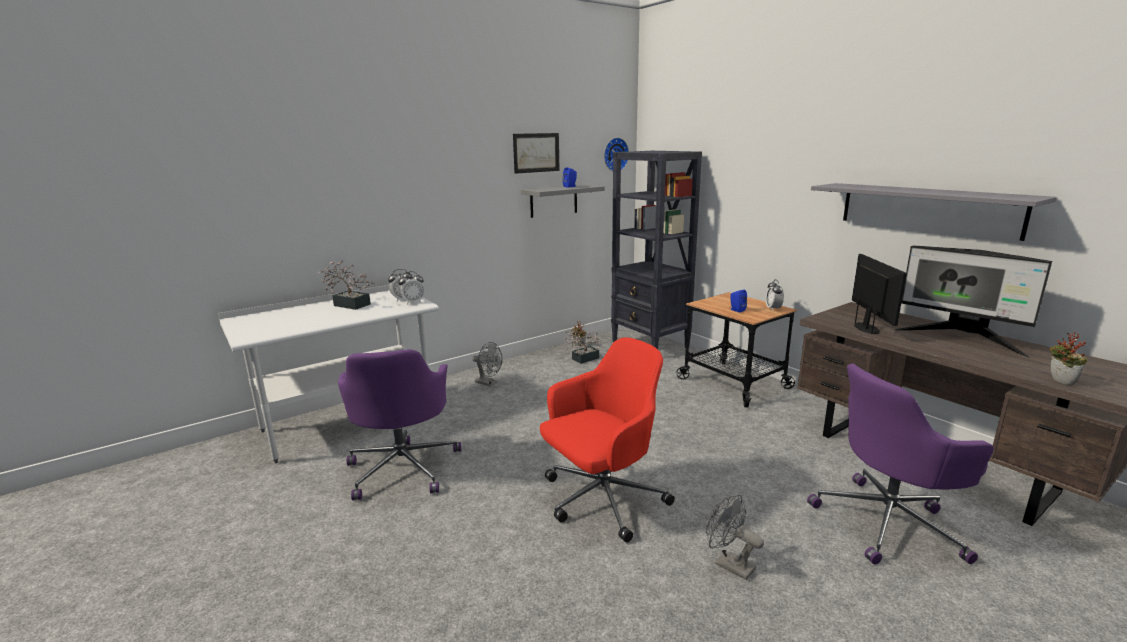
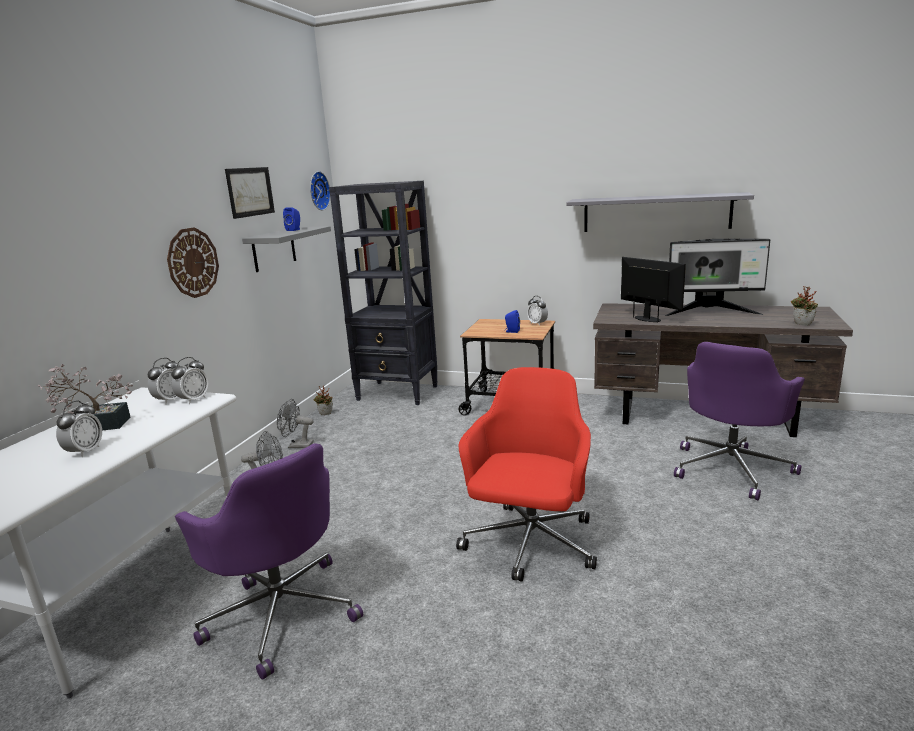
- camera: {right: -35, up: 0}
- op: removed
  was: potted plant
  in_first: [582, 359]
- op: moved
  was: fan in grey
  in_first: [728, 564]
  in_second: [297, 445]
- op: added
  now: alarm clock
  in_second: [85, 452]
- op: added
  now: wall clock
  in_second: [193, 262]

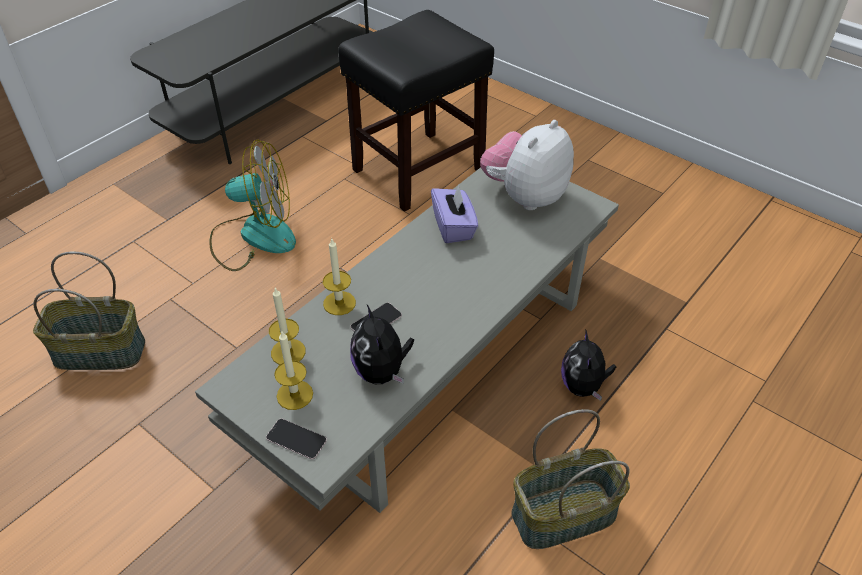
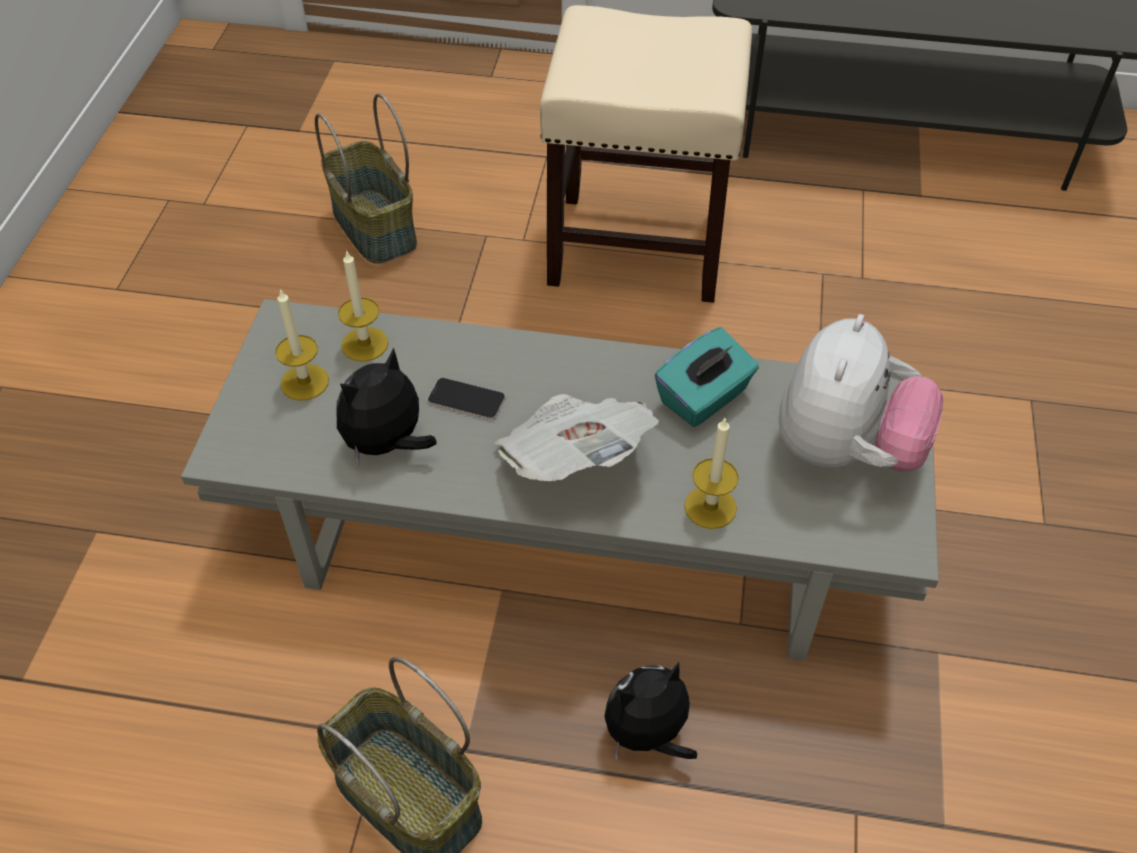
- camera: {right: 60, up: 5}
- op: replaced
  was: fan
  now: stool in beige
  in_first: [254, 236]
  in_second: [640, 247]
- op: removed
  was: phone
  in_first: [296, 439]
- op: moved
  was: candle
  in_first: [339, 303]
  in_second: [710, 507]
- op: removed
  was: stool in black
  in_first: [417, 171]
- op: recoloured
  was: tissue box in purple
  now: tissue box in turquoise
  in_first: [454, 227]
  in_second: [704, 398]
- op: turned
  was: plush toy
  in_first: [525, 196]
  in_second: [844, 450]
  clockwise: 105
- op: added
  now: newspaper
  in_second: [573, 458]

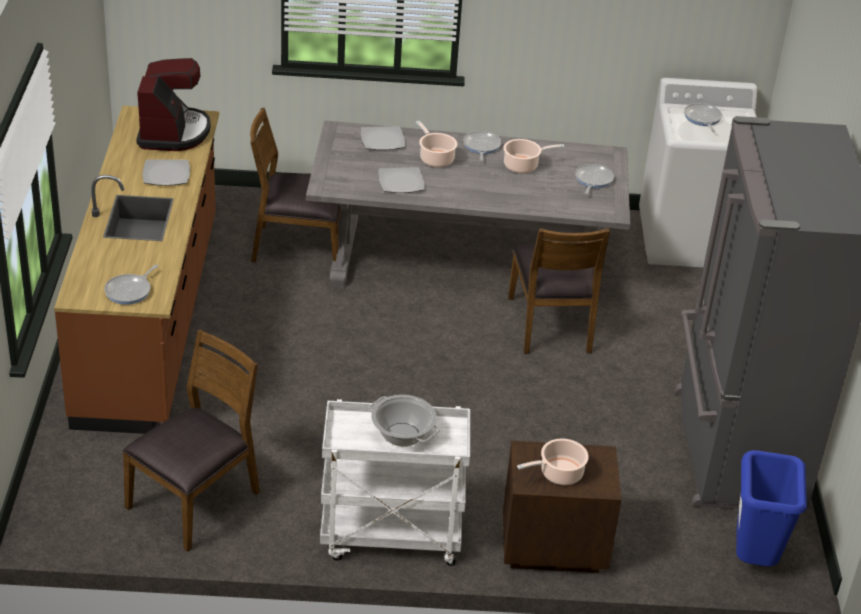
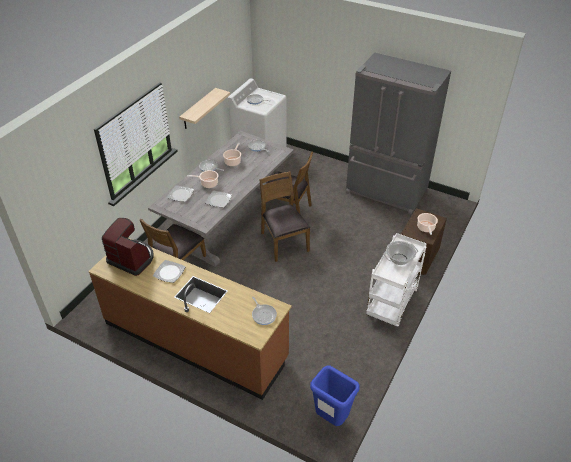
- camera: {right: -60, up: 5}
- op: moved
  was: chair in brown
  in_first: [195, 500]
  in_second: [283, 242]
- op: moved
  was: trash can in blue
  in_first: [753, 559]
  in_second: [331, 418]
- op: added
  now: shelf
  in_second: [198, 109]

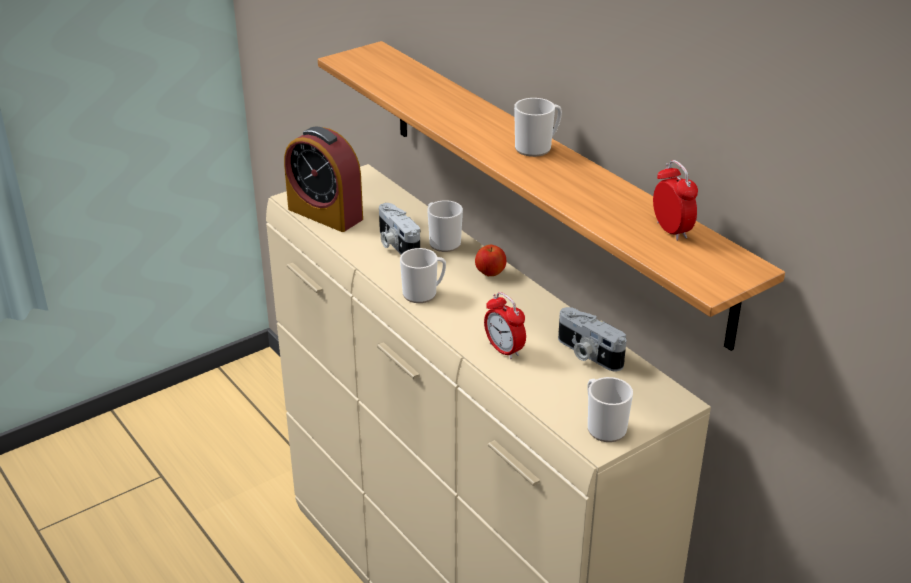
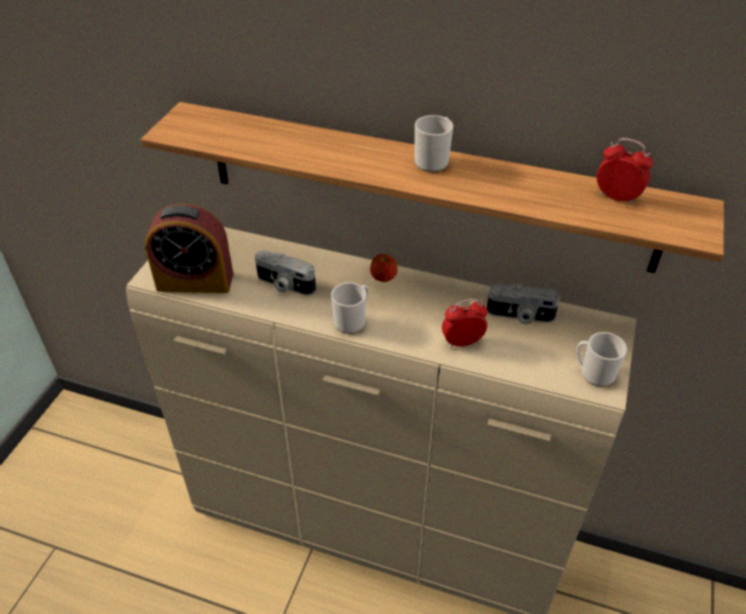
- camera: {right: -35, up: 10}
- op: removed
  was: mug
  in_first: [442, 242]
- op: turned
  was: alarm clock
  in_first: [504, 350]
  in_second: [462, 342]
  clockwise: 150

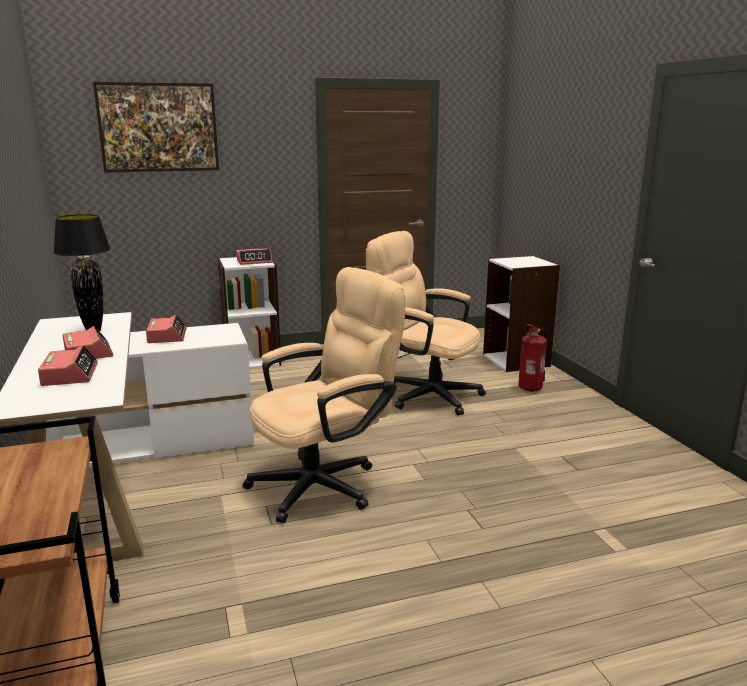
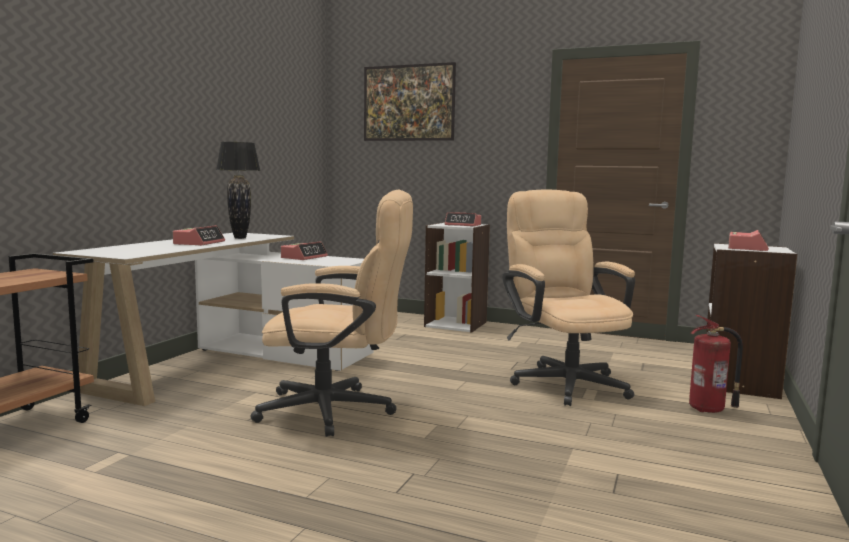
- camera: {right: 40, up: -10}
- op: moved
  was: alarm clock
  in_first: [70, 375]
  in_second: [747, 248]

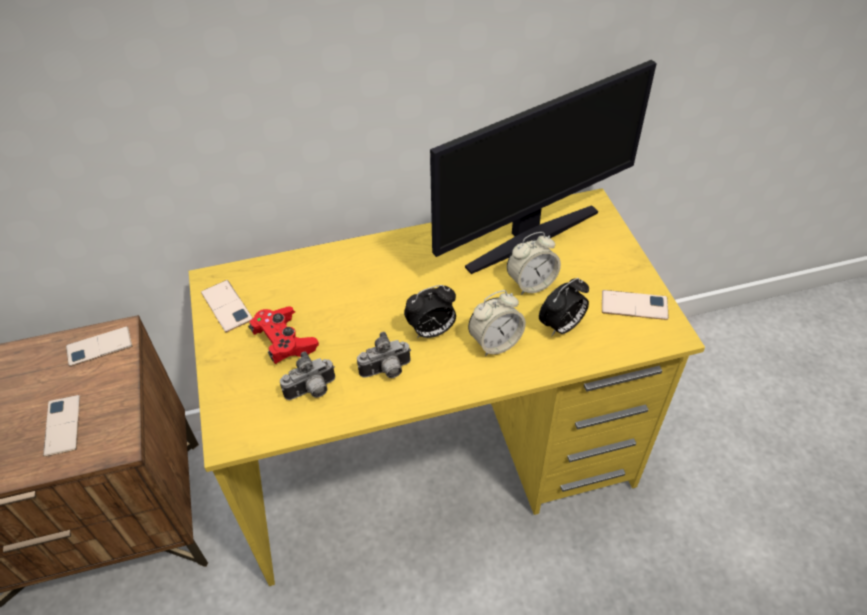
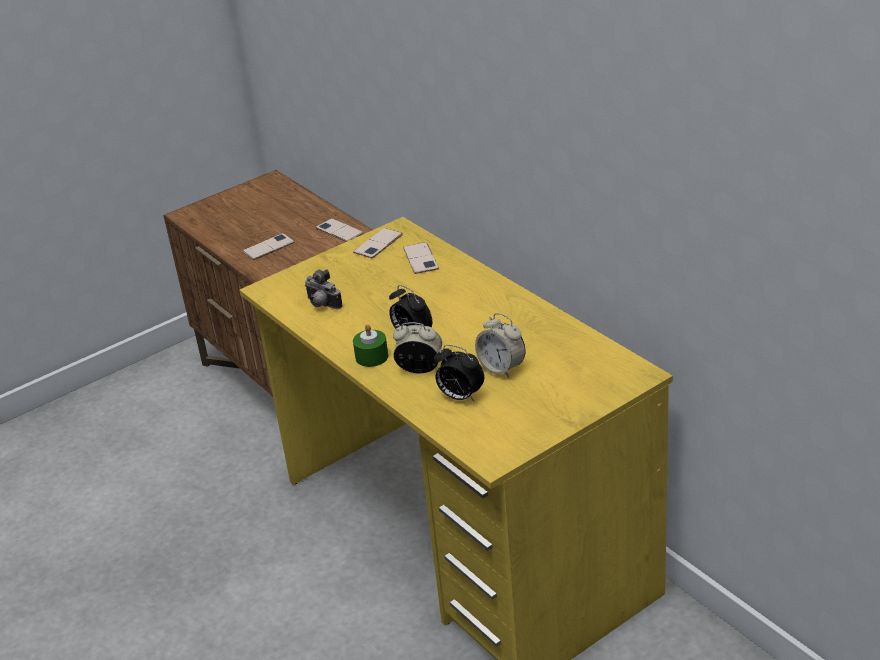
- camera: {right: 70, up: -15}
- op: removed
  was: game controller in red
  in_first: [285, 341]
- op: removed
  was: photo camera
  in_first: [386, 371]
- op: removed
  was: monitor
  in_first: [530, 236]
- op: turned
  was: alarm clock
  in_first: [495, 342]
  in_second: [420, 369]
  clockwise: 150
- op: moved
  was: phone
  in_first: [634, 305]
  in_second: [420, 258]
- op: added
  now: candle in green
  in_second: [371, 357]

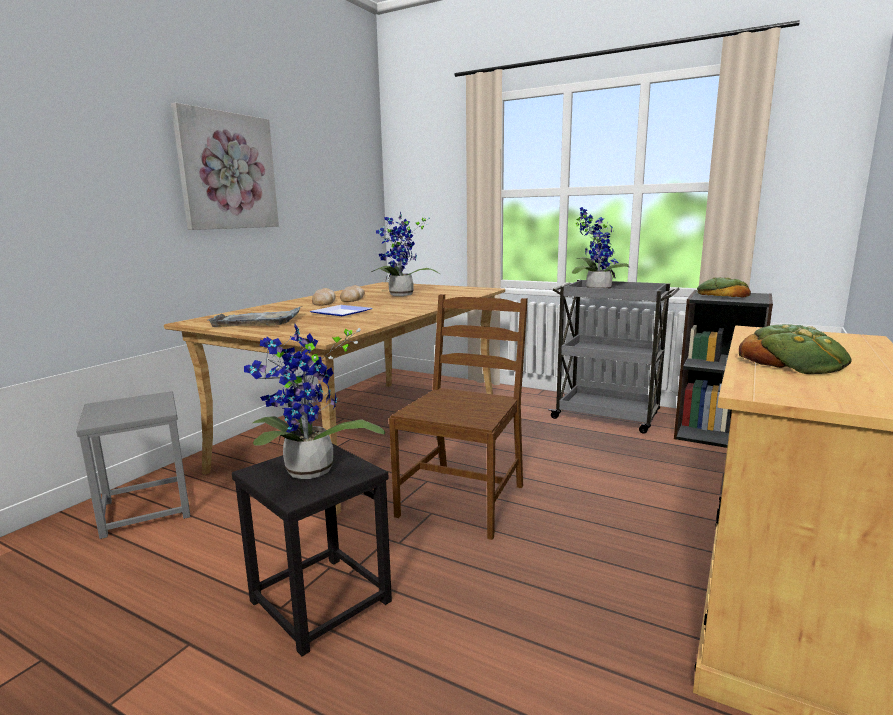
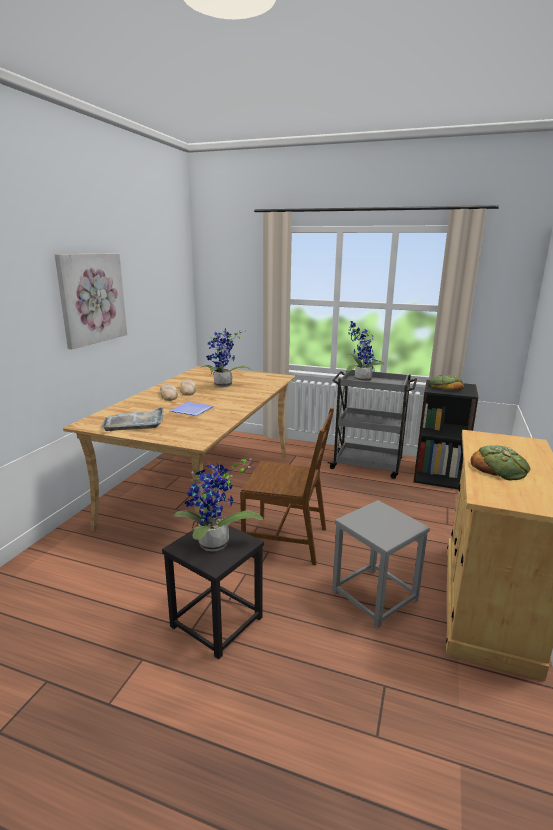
- camera: {right: -10, up: 5}
- op: moved
  was: stool in grey
  in_first: [145, 509]
  in_second: [374, 596]
- op: turned
  was: chair in brown
  in_first: [463, 500]
  in_second: [286, 540]
  clockwise: 90

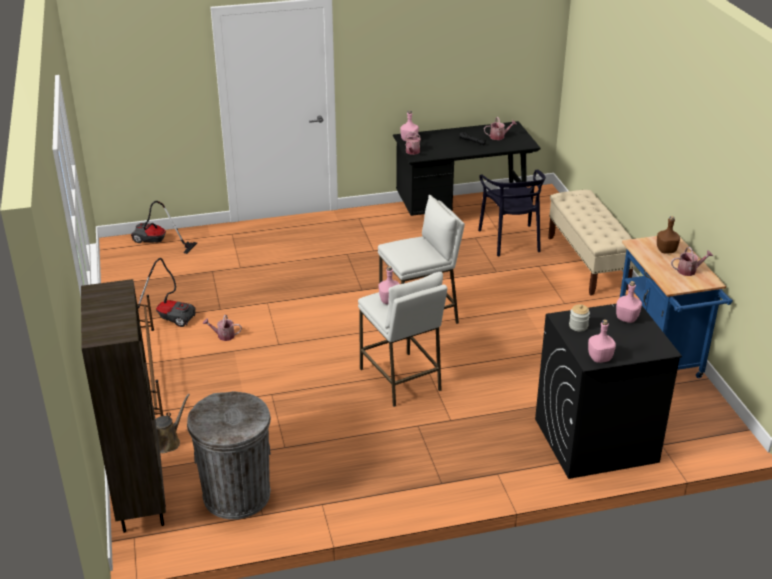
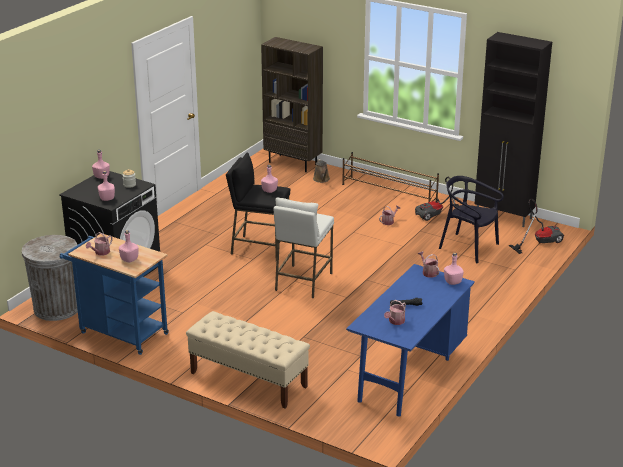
- camera: {right: 135, up: -5}
- op: moved
  was: trash can in grey
  in_first: [237, 495]
  in_second: [56, 308]
- op: recoloured
  was: stool in white
  now: stool in black
  in_first: [401, 379]
  in_second: [259, 248]
- op: recoloured
  was: desk in black
  now: desk in blue
  in_first: [462, 210]
  in_second: [409, 375]
- op: moved
  was: chair in black
  in_first: [511, 240]
  in_second: [468, 247]
- op: recoloured
  was: bottle in brown
  now: bottle in pink
  in_first: [665, 250]
  in_second: [129, 259]
- op: added
  now: cabinet in black
  in_second: [504, 217]

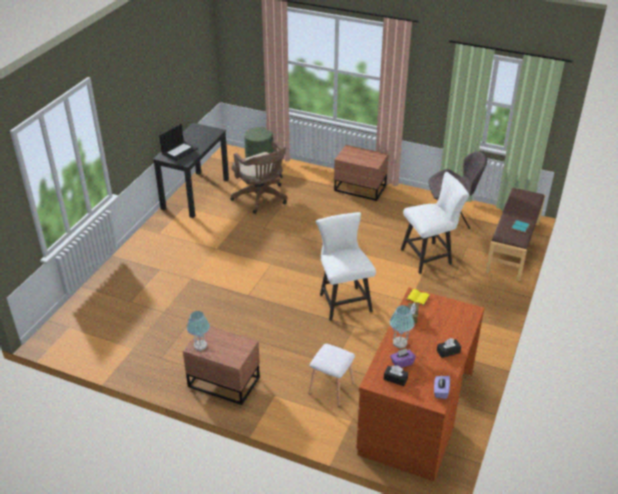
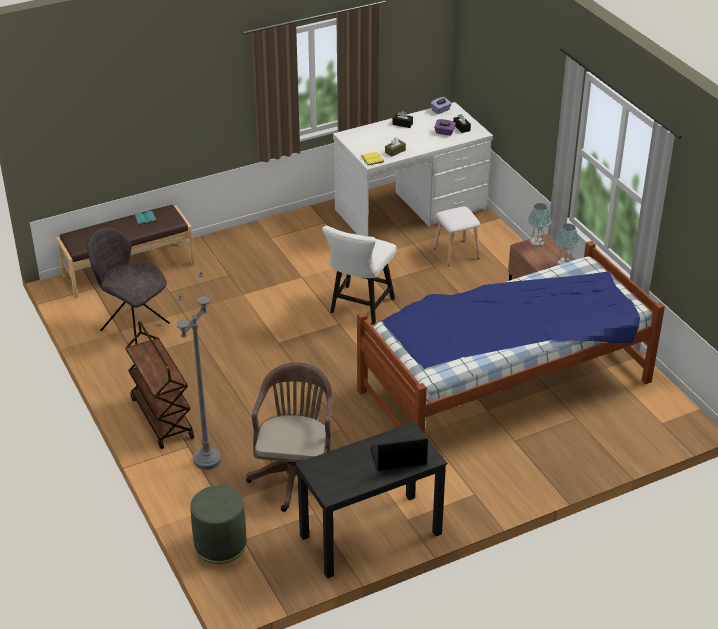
- camera: {right: -140, up: 0}
- op: replaced
  was: nightstand in brown
  now: cart in brown
  in_first: [360, 189]
  in_second: [161, 418]
- op: recoloured
  was: desk in brown
  now: desk in white
  in_first: [416, 412]
  in_second: [411, 210]
- op: moved
  was: table lamp
  in_first: [400, 343]
  in_second: [537, 243]
- op: removed
  was: chair in white
  in_first: [429, 256]
- op: added
  now: floor lamp in grey
  in_second: [207, 459]
- op: added
  now: bed
  in_second: [503, 385]

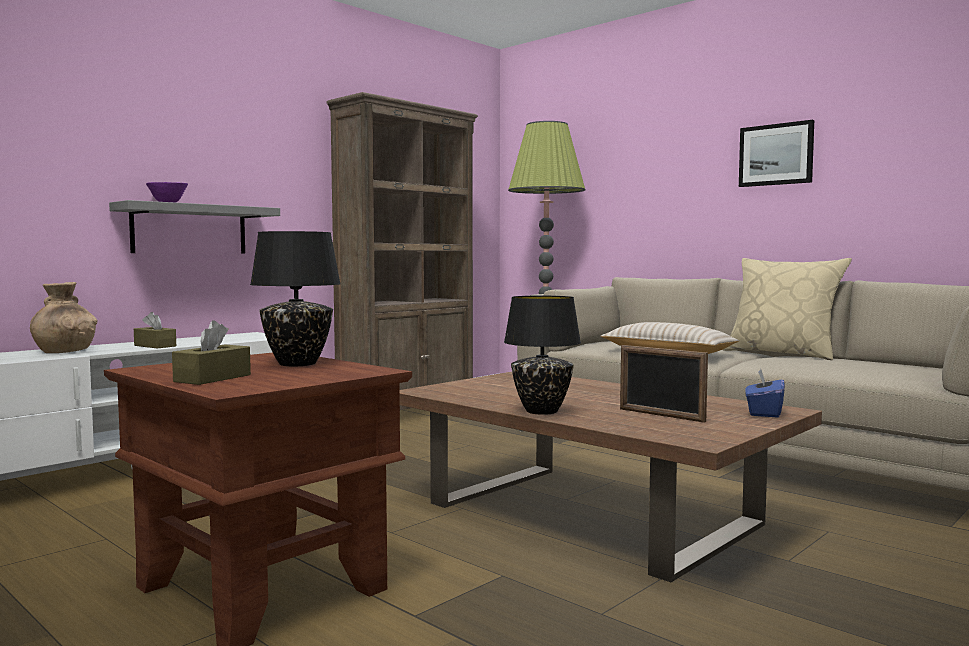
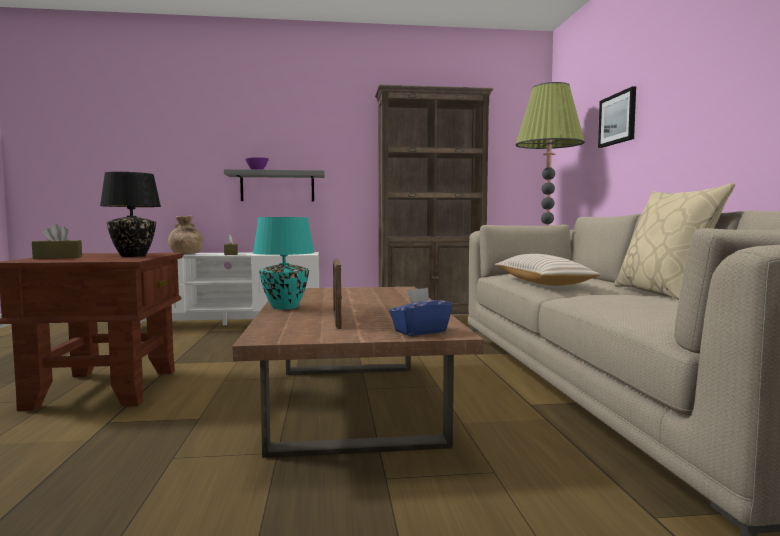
- camera: {right: 40, up: 0}
- op: recoloured
  was: table lamp in black
  now: table lamp in turquoise
  in_first: [542, 411]
  in_second: [285, 307]
- op: moved
  was: picture
  in_first: [776, 154]
  in_second: [617, 119]

